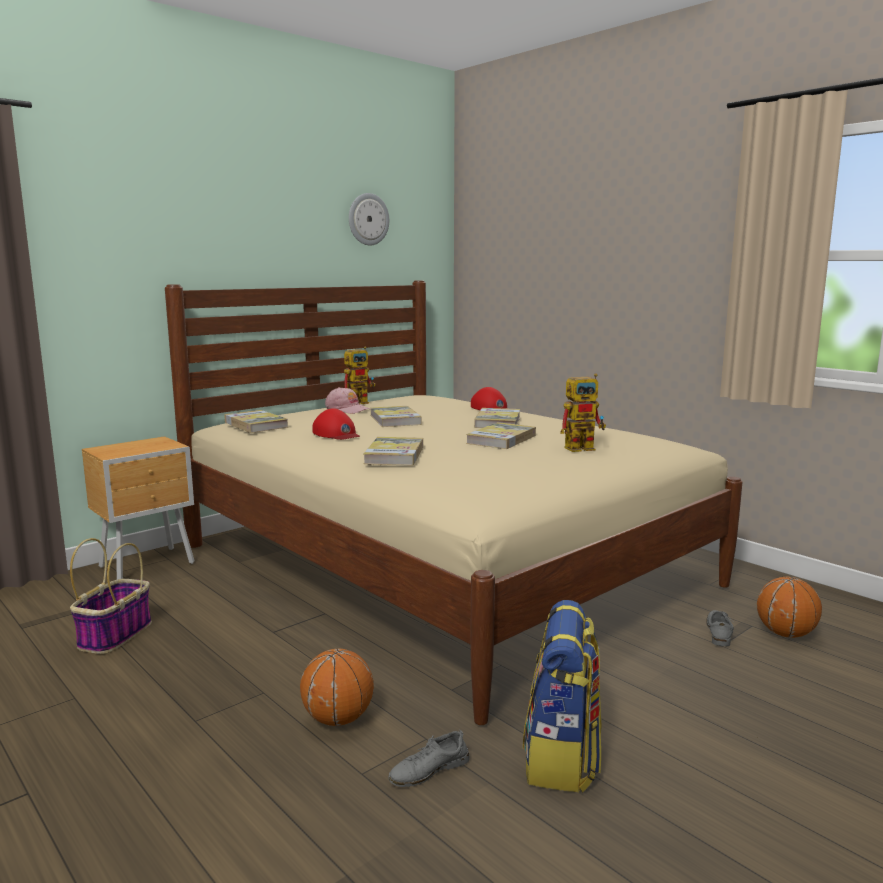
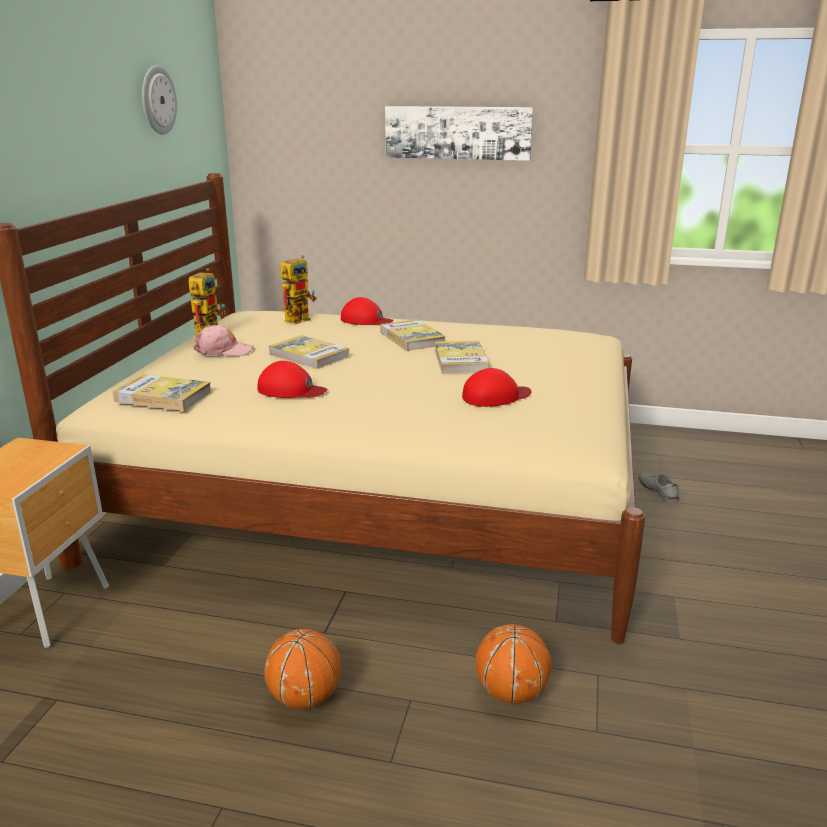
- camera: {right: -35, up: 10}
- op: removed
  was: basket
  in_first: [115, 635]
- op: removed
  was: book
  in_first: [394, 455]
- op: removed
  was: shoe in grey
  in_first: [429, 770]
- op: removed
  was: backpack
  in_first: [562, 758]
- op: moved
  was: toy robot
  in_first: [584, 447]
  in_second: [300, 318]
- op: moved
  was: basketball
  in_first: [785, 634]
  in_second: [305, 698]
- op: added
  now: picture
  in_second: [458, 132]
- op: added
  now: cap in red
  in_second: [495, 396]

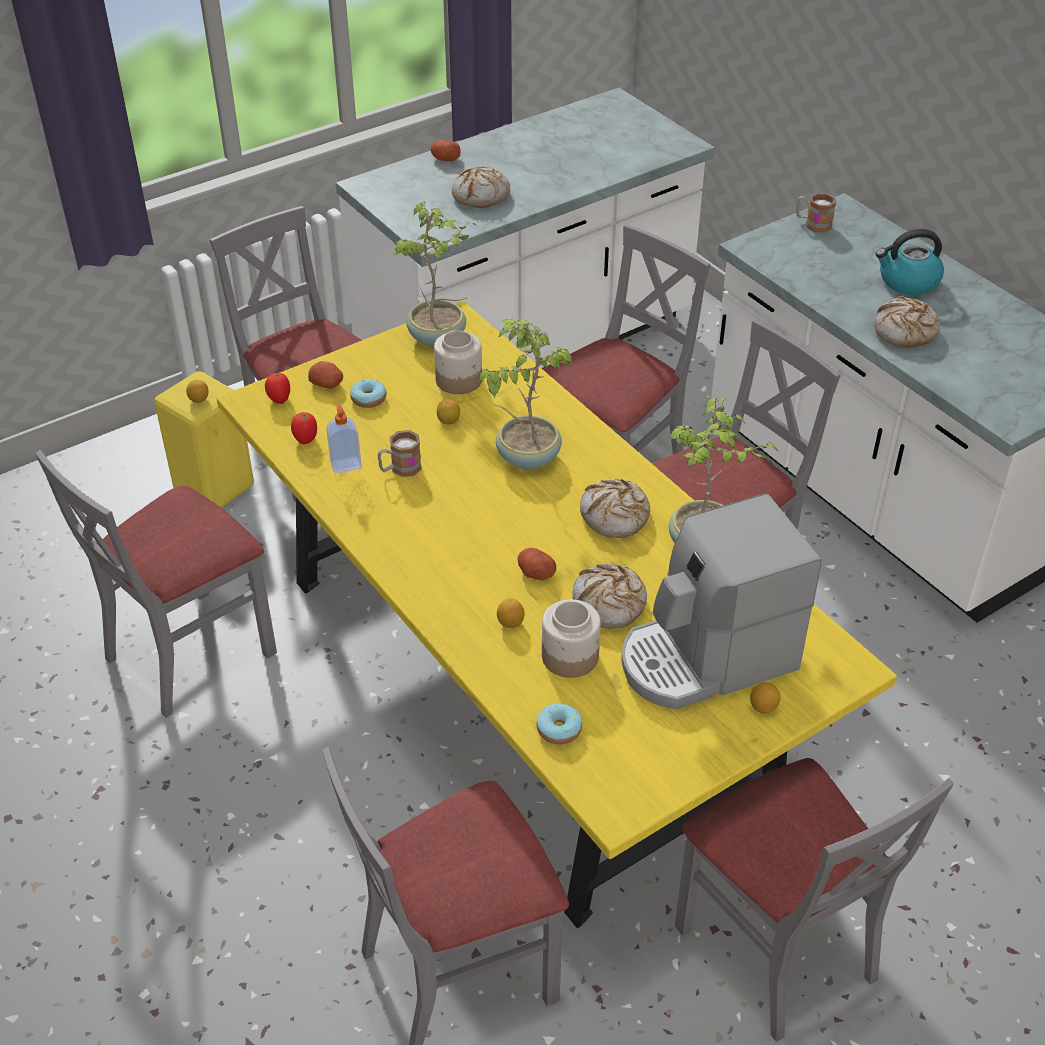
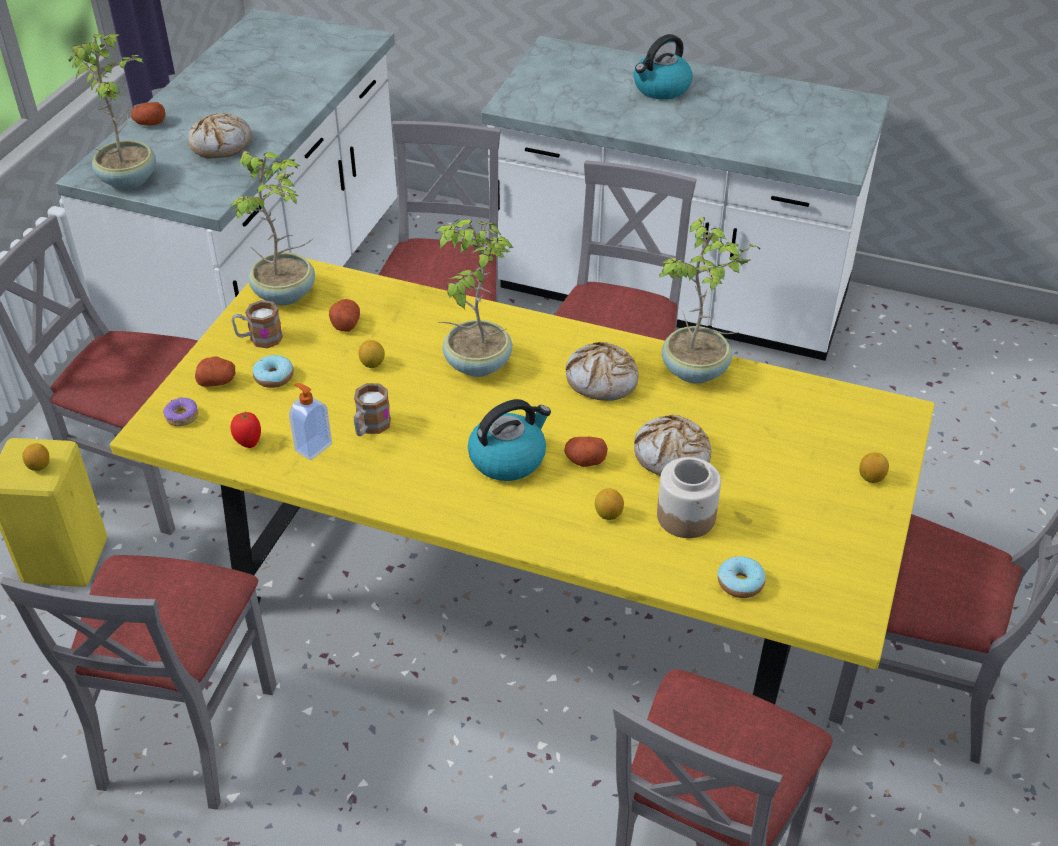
- camera: {right: -35, up: 0}
- op: replaced
  was: tomato
  now: donut
  in_first: [279, 399]
  in_second: [181, 417]
- op: replaced
  was: jar
  now: potato
  in_first: [459, 380]
  in_second: [345, 323]
- op: removed
  was: coffee machine
  in_first: [706, 659]
- op: moved
  was: mug
  in_first: [812, 224]
  in_second: [259, 339]
- op: removed
  was: bread
  in_first: [904, 331]
- op: added
  now: potted plant
  in_second: [129, 179]
- op: added
  now: kettle
  in_second: [508, 458]

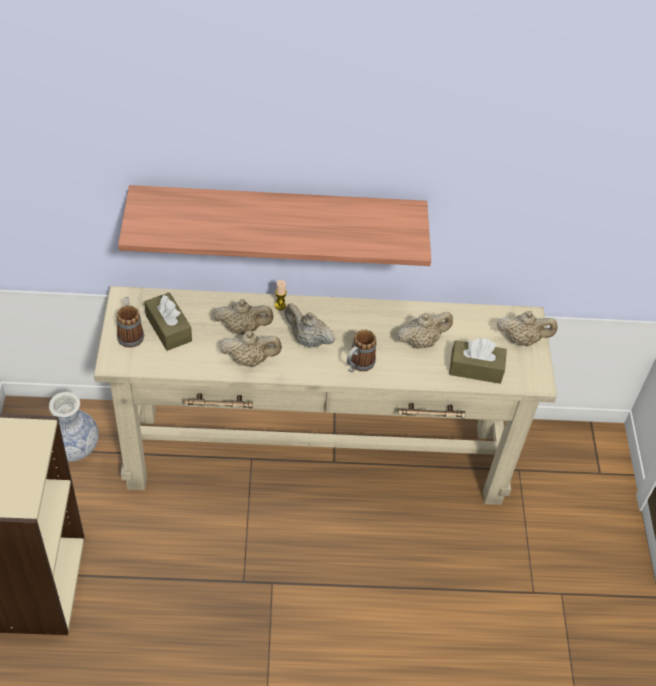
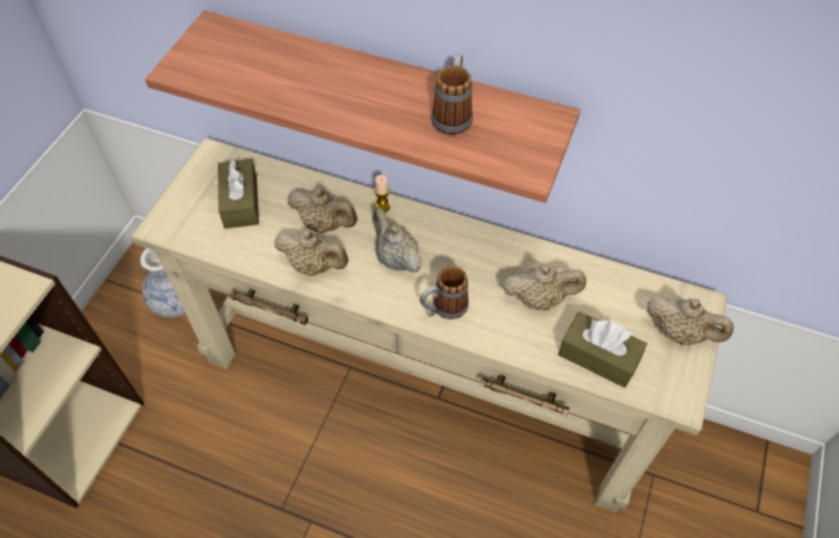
- camera: {right: 25, up: 5}
- op: moved
  was: mug
  in_first: [130, 333]
  in_second: [453, 114]

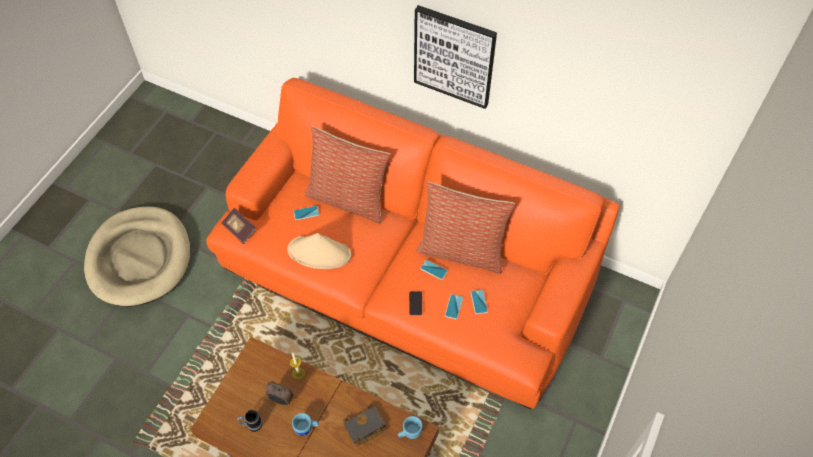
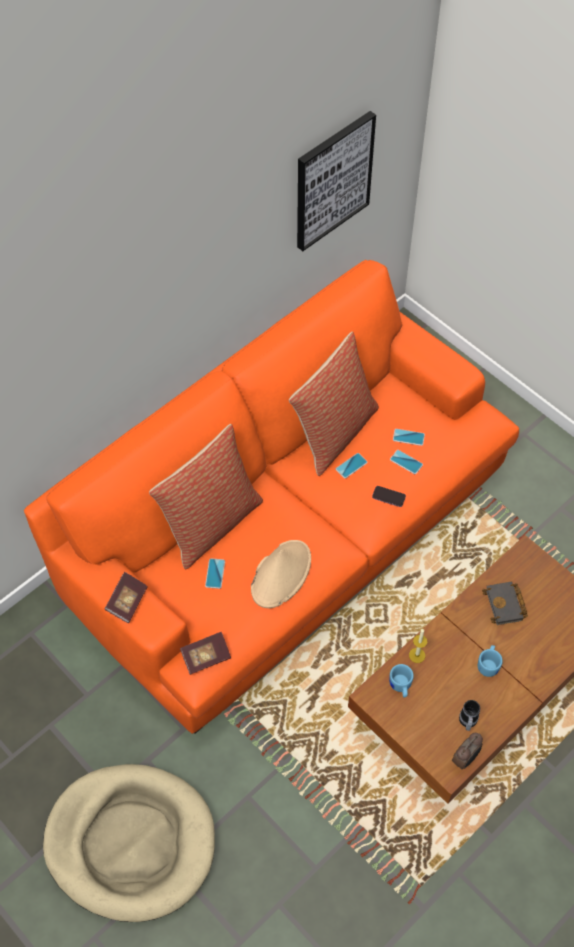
- camera: {right: -70, up: 0}
- op: moved
  was: alarm clock
  in_first: [281, 400]
  in_second: [465, 759]
- op: moved
  was: mug in blue
  in_first: [409, 432]
  in_second: [400, 687]
- op: moved
  was: picture
  in_first: [454, 56]
  in_second: [332, 180]
- op: added
  now: book
  in_second: [127, 602]

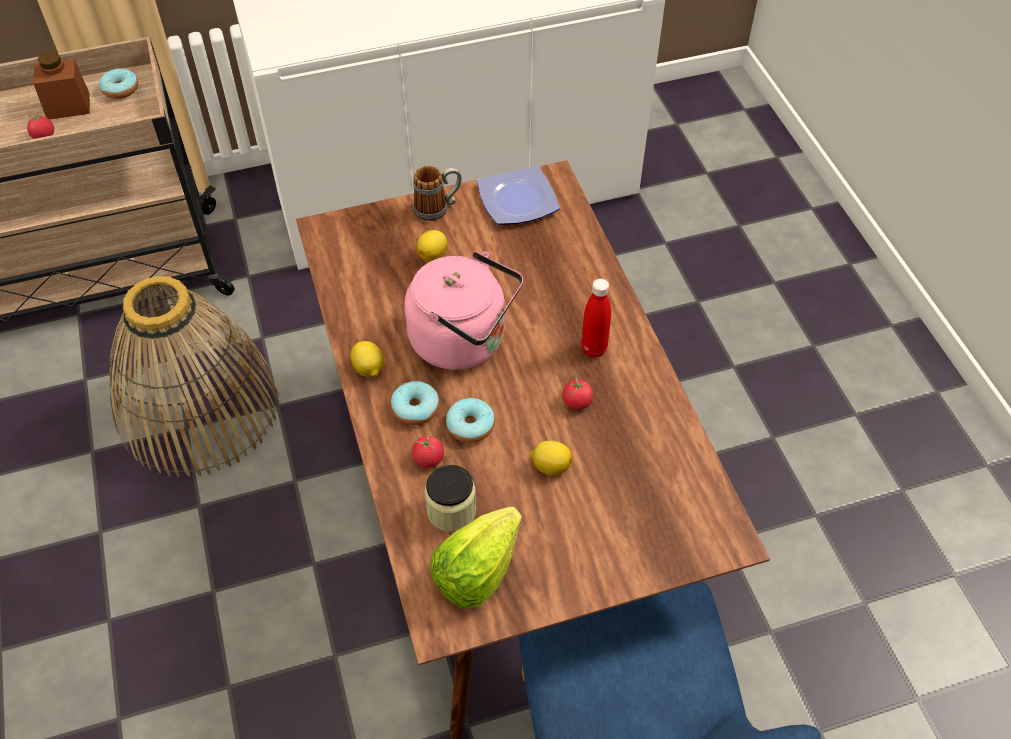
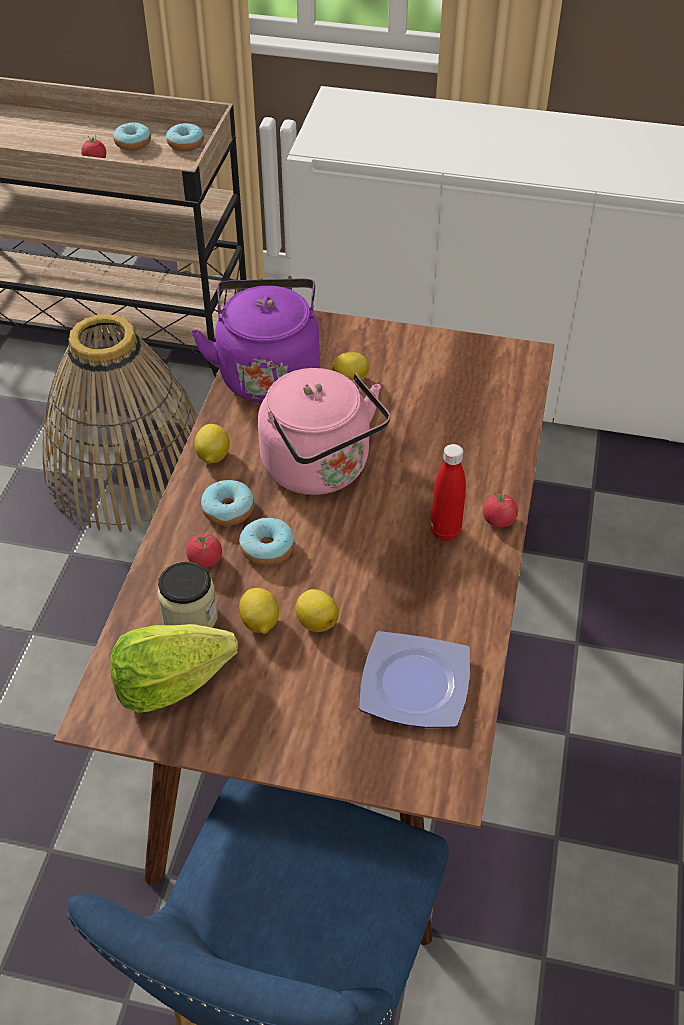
- camera: {right: 30, up: -5}
- op: replaced
  was: jar in brown
  now: donut
  in_first: [68, 106]
  in_second: [133, 143]
- op: removed
  was: mug
  in_first: [438, 208]
- op: moved
  was: plate
  in_first: [518, 199]
  in_second: [417, 683]
- op: moved
  was: tomato
  in_first: [577, 402]
  in_second: [498, 520]
- op: added
  now: kettle in purple
  in_second: [268, 373]
- op: added
  now: lemon
  in_second: [259, 623]

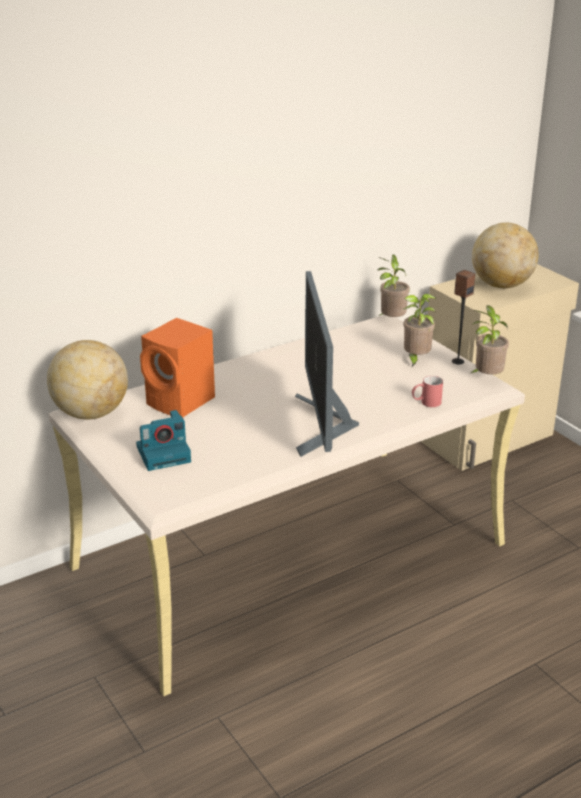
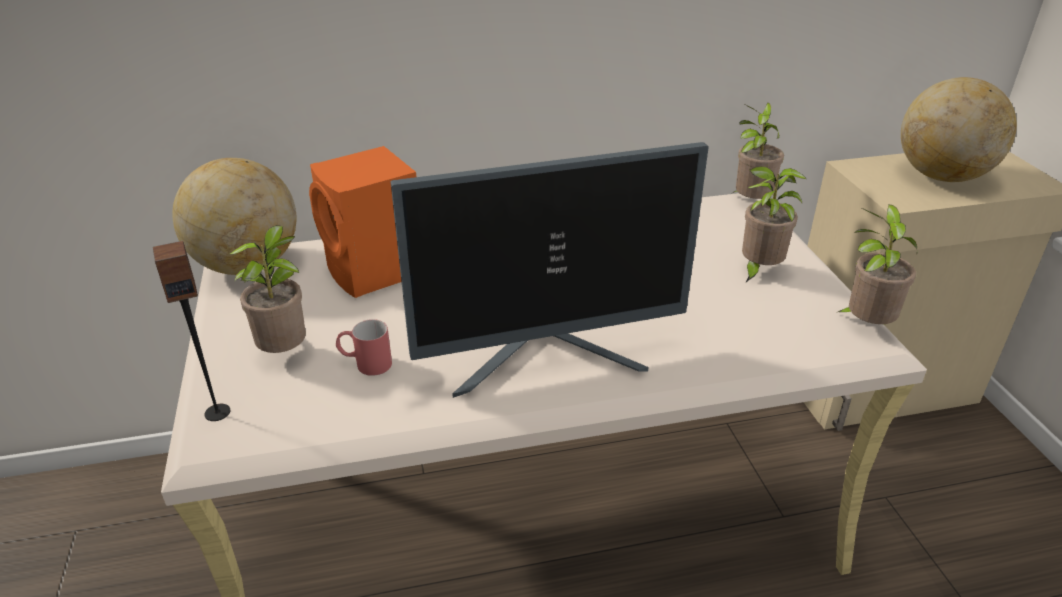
- camera: {right: 20, up: 5}
- op: replaced
  was: photo camera
  now: potted plant
  in_first: [164, 453]
  in_second: [286, 352]
- op: turned
  was: monitor
  in_first: [322, 426]
  in_second: [549, 358]
  clockwise: -120
- op: moved
  was: mug in red
  in_first: [426, 403]
  in_second: [365, 364]
- op: moved
  was: speaker
  in_first: [457, 361]
  in_second: [217, 412]

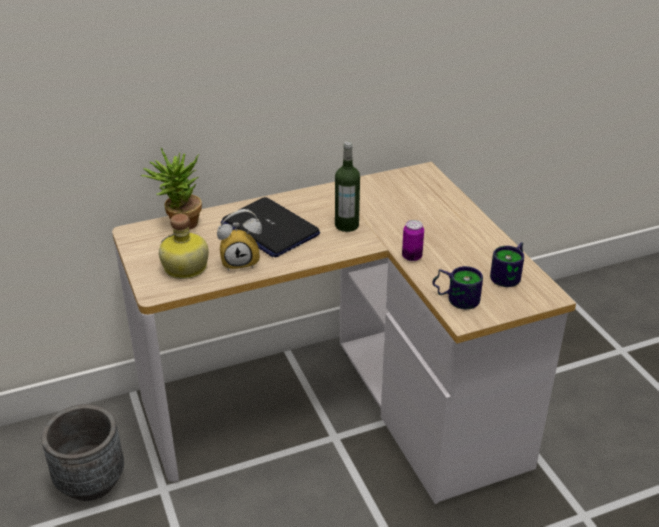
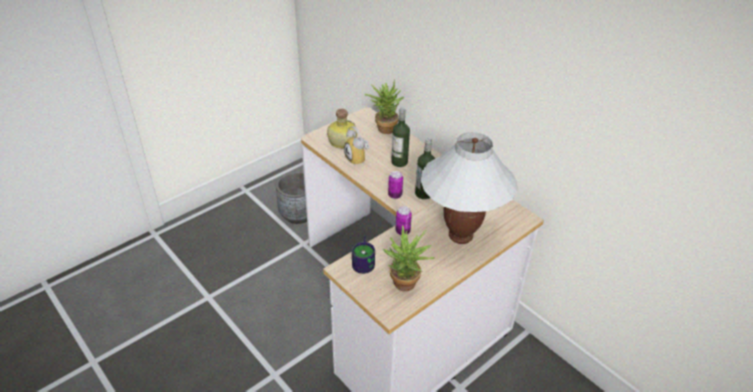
- camera: {right: 70, up: 5}
- op: replaced
  was: laptop
  now: bottle
  in_first: [269, 229]
  in_second: [399, 162]
- op: replaced
  was: mug
  now: potted plant
  in_first: [510, 275]
  in_second: [405, 287]
- op: added
  now: can
  in_second: [395, 195]
- op: added
  now: table lamp in white
  in_second: [461, 236]

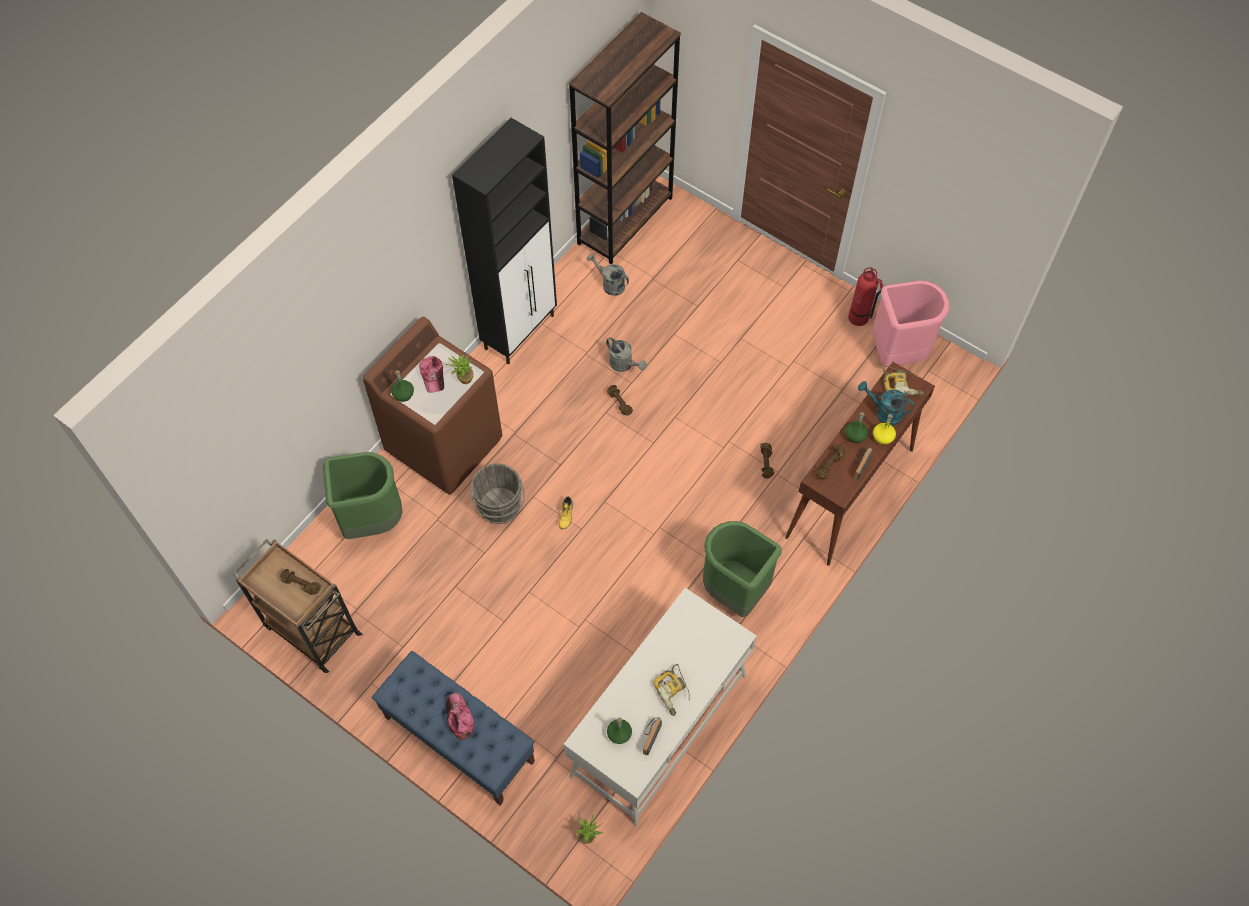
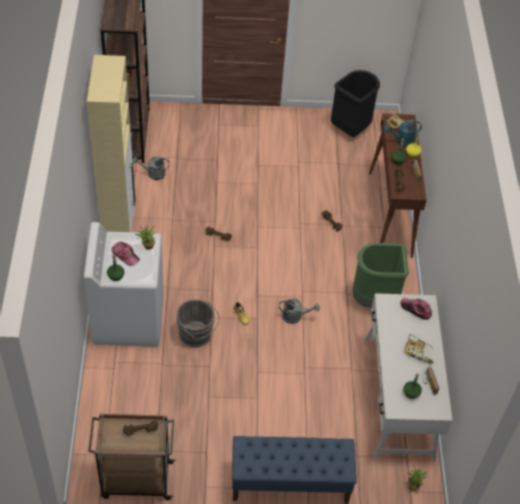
- camera: {right: -40, up: -10}
- op: removed
  was: trash can in green
  in_first: [371, 520]
- op: recoloured
  was: washing machine in brown
  now: washing machine in white
  in_first: [445, 444]
  in_second: [128, 319]
- op: moved
  was: cap
  in_first: [459, 717]
  in_second: [416, 309]
- op: recoloured
  was: cabinet in black
  now: cabinet in beige
  in_first: [520, 331]
  in_second: [119, 228]
- op: moved
  was: watering can in grey
  in_first: [624, 365]
  in_second: [295, 317]
- op: removed
  was: fire extinguisher
  in_first: [859, 317]
- op: recoloured
  was: trash can in pink
  now: trash can in black
  in_first: [898, 352]
  in_second: [351, 128]

